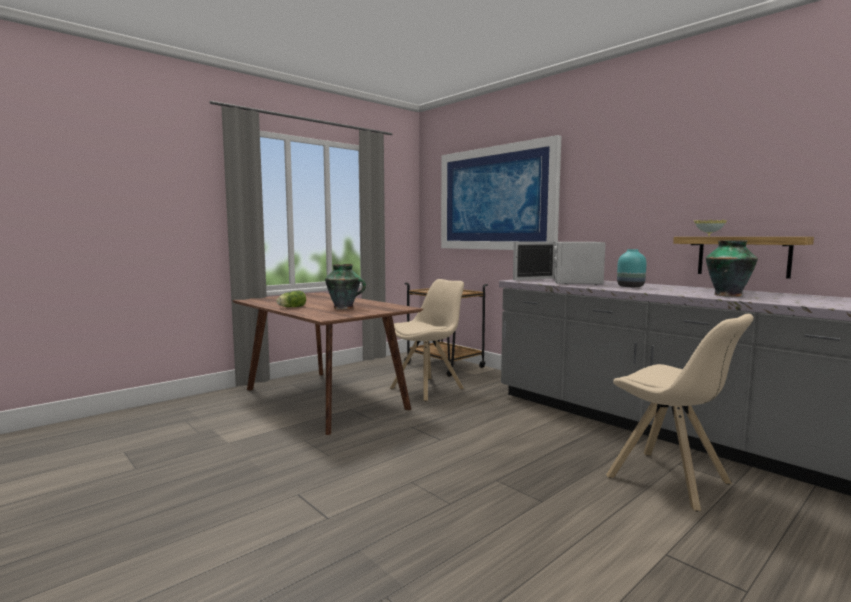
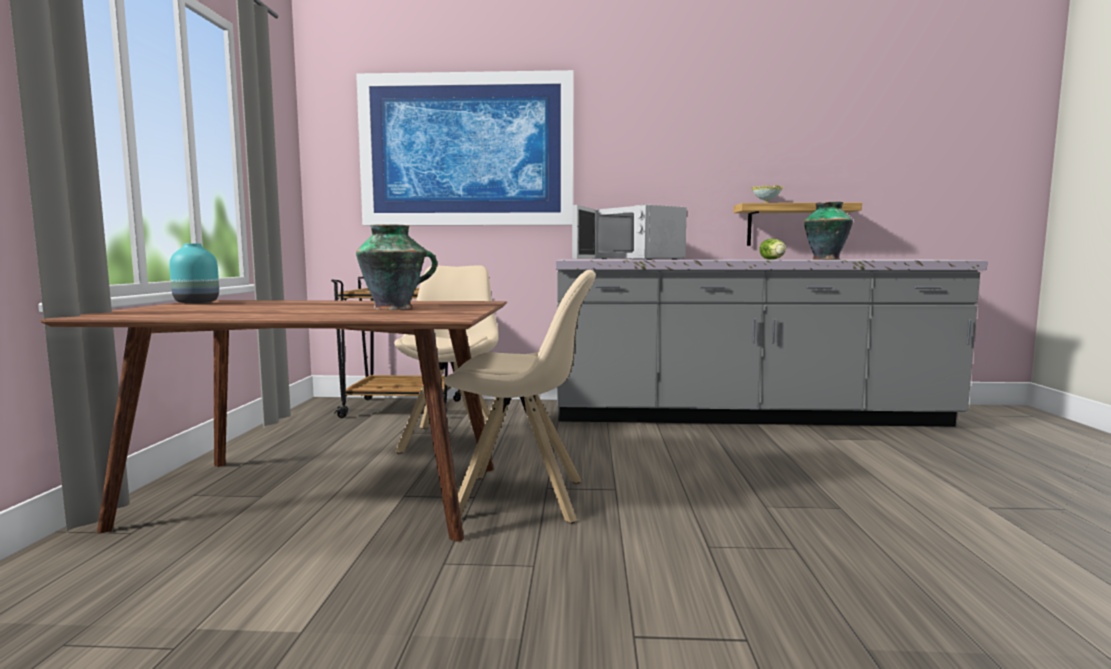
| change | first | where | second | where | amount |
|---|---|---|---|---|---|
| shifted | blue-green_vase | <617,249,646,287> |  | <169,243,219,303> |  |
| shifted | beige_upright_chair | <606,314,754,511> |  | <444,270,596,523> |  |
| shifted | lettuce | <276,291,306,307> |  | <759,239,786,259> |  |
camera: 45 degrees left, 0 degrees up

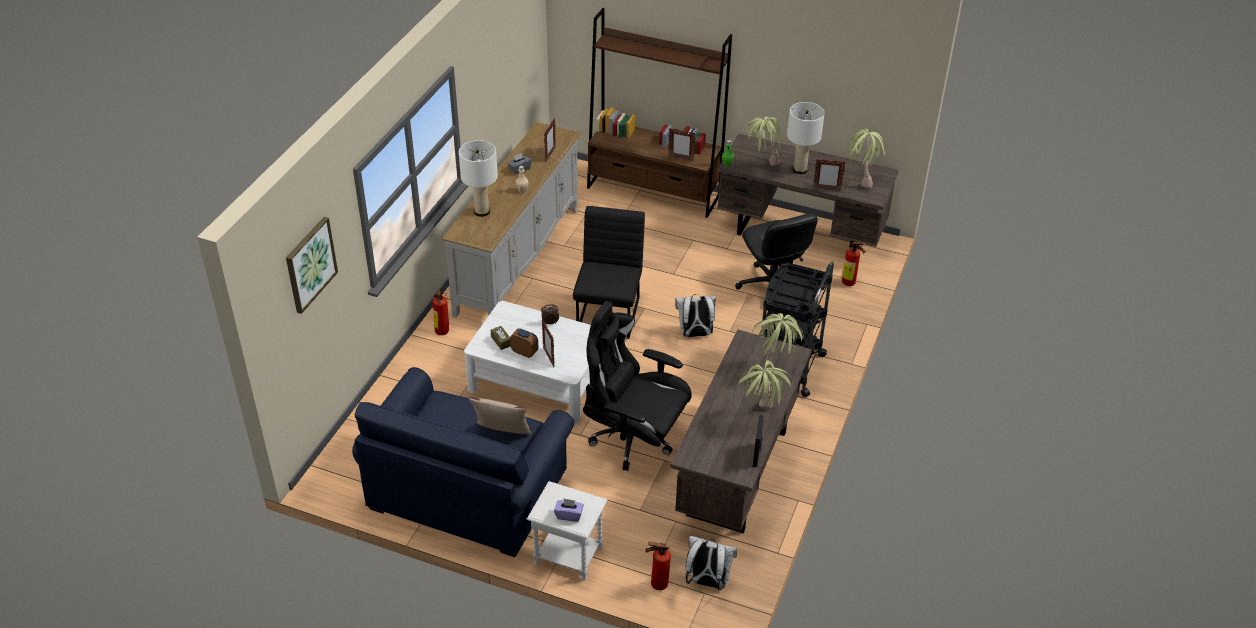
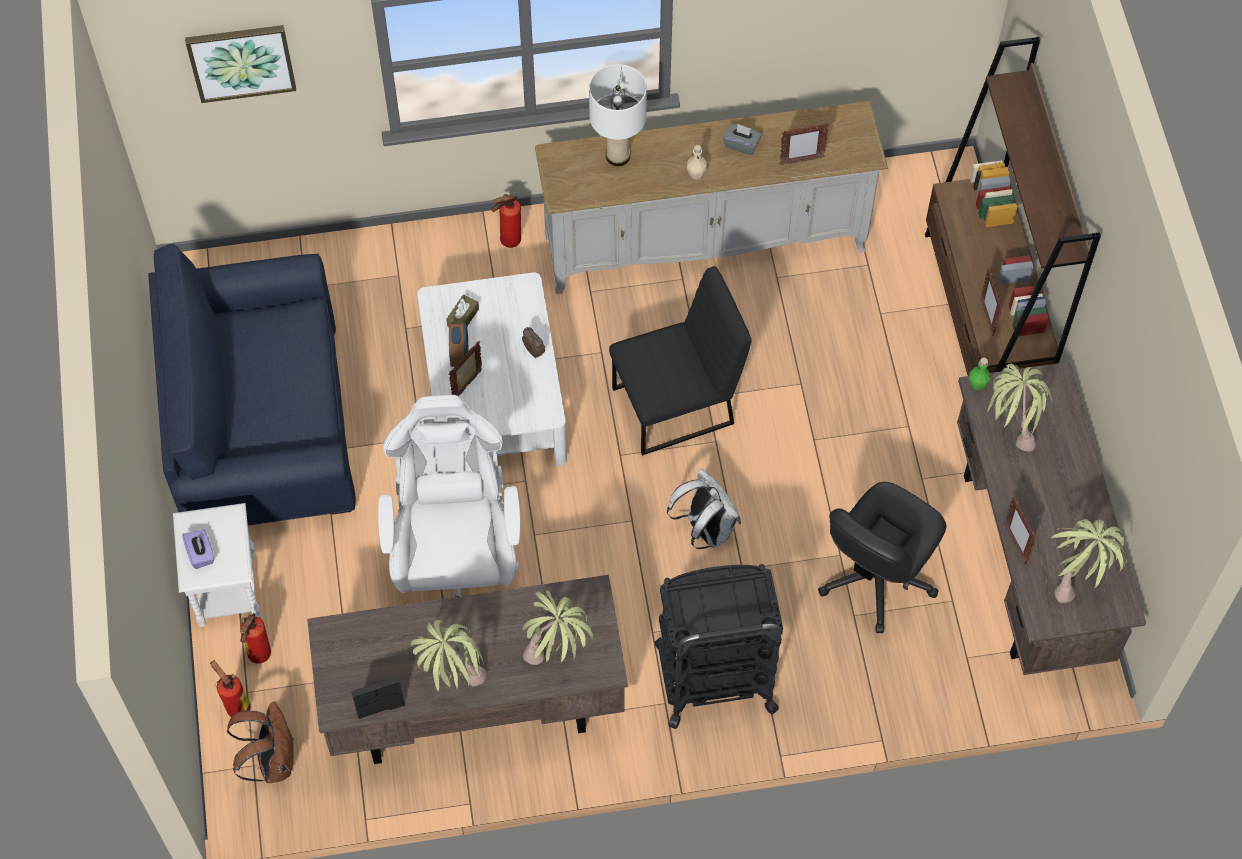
| change | first | where | second | where | amount |
|---|---|---|---|---|---|
| repainted | white-coloured_knapsack | <686,536,737,590> | brown_knapsack | <227,701,294,783> |  |
| shifted | fire-fighting_cylinder | <842,242,866,286> |  | <240,613,271,664> |  |
| repainted | black_computer_chair | <583,301,692,471> | white-coloured_computer_chair | <378,395,520,597> |  |
| gone | beige_pillow | <469,397,532,434> |  |  |  |
| gone | white-coloured_tabletop_lamp | <787,102,825,174> |  |  |  |
camera: 60 degrees right, 20 degrees up

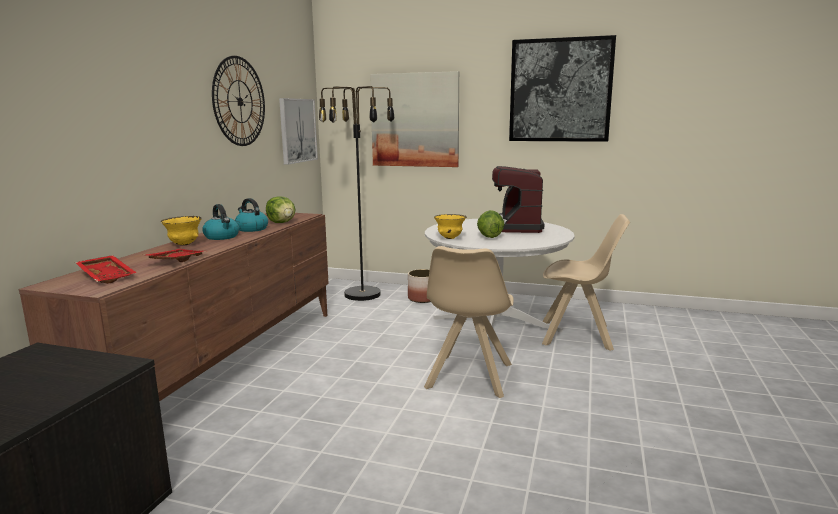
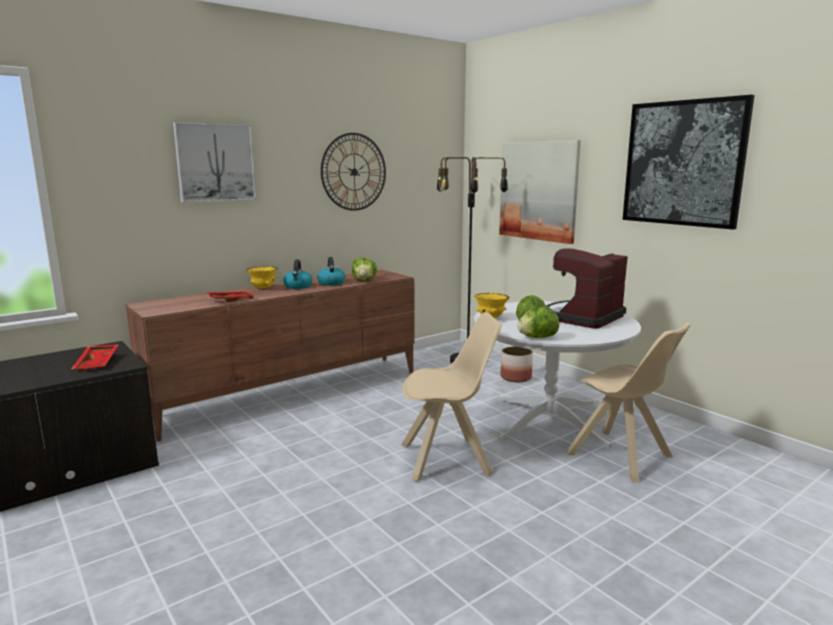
| change | first | where | second | where | amount |
|---|---|---|---|---|---|
| shifted | red_serving_tray | <75,255,137,284> |  | <72,344,119,371> |  |
| shifted | picture | <279,98,318,165> |  | <173,122,256,203> |  |
| rotated | beige_upright_chair | <424,246,514,398> |  | <401,312,502,482> | 150 degrees counterclockwise |
| new |  |  | lettuce | <517,306,559,338> |  |
camera: 35 degrees right, 0 degrees up

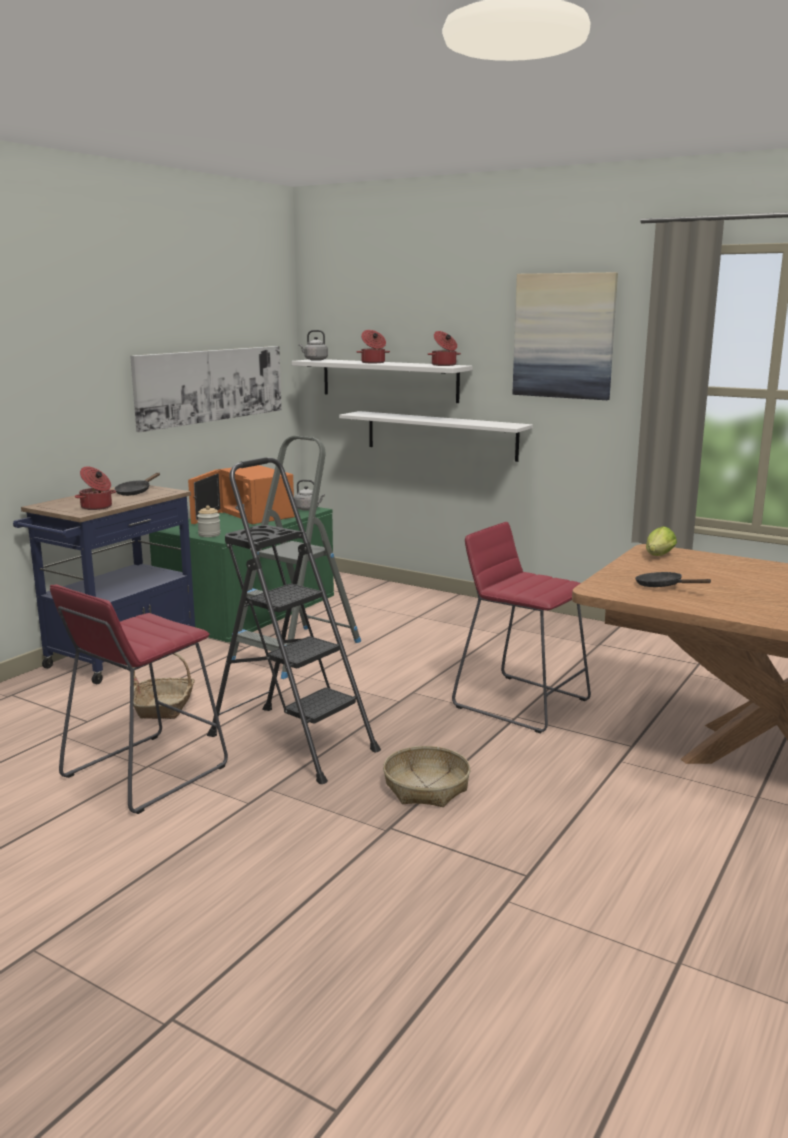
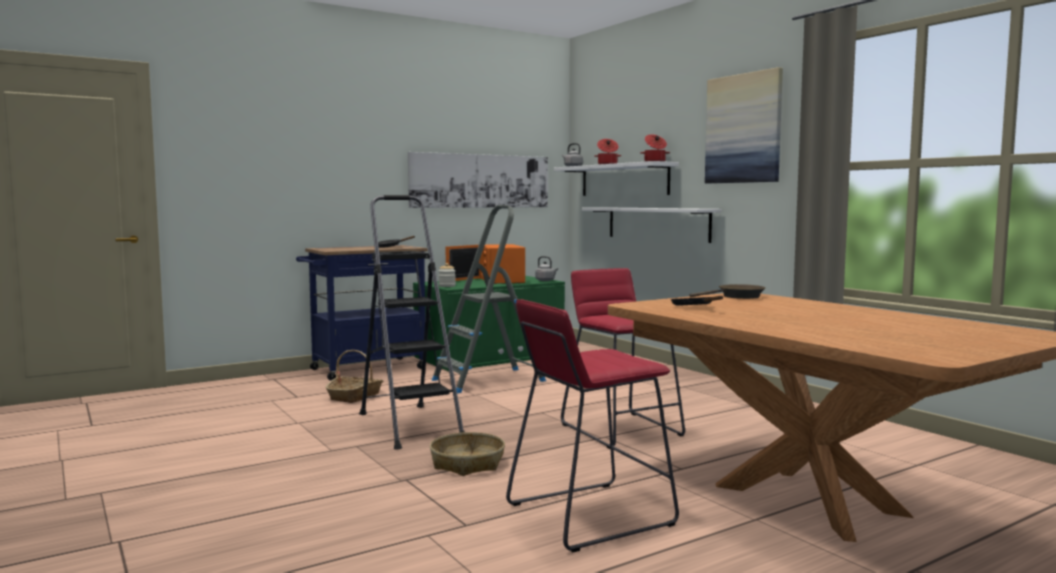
| change | first | where | second | where | amount |
|---|---|---|---|---|---|
| shifted | red_sitting_stool | <50,584,228,814> |  | <506,299,679,552> |  |
| swapped | lettuce | <646,526,677,556> | brown_pan | <690,284,765,299> |  |
| gone | cooking_pot | <74,466,116,510> |  |  |  |
camera: 25 degrees right, 10 degrees down

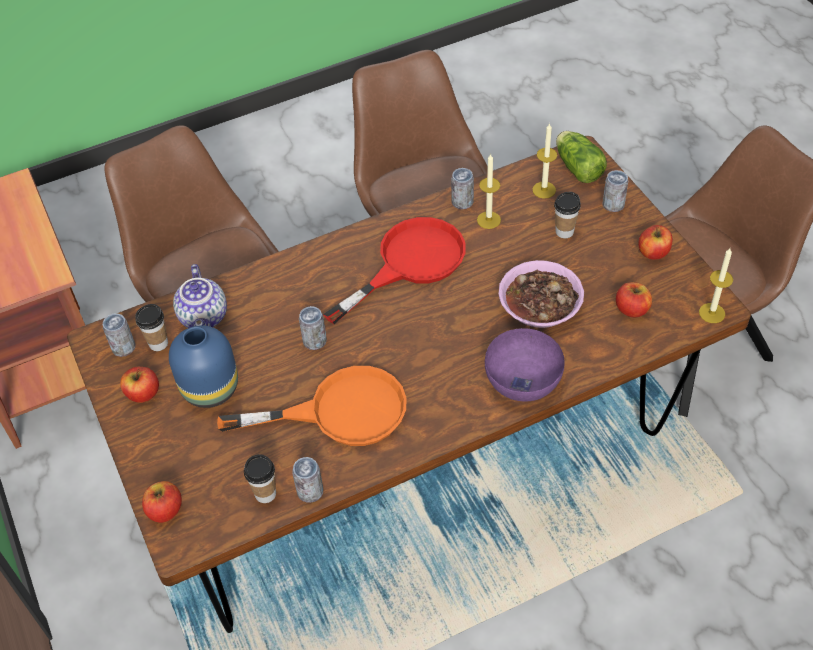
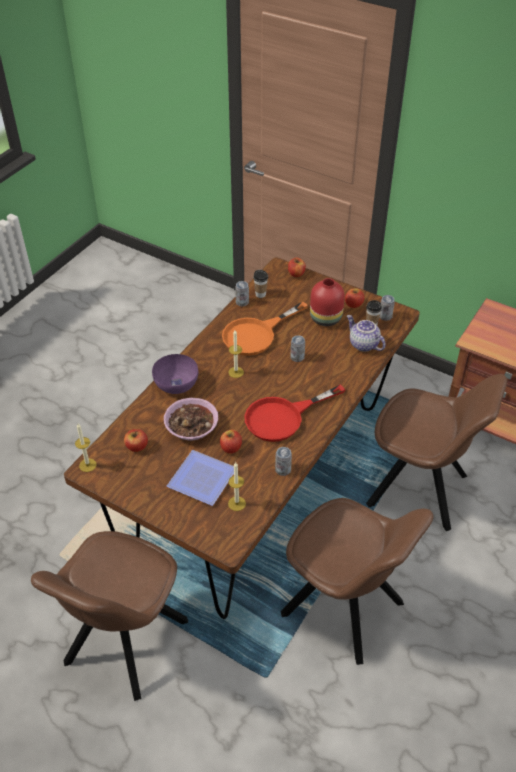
| change | first | where | second | where | amount |
|---|---|---|---|---|---|
| swapped | cup | <554,192,581,238> | plate | <167,450,234,506> |  |
| shifted | whole_apple | <638,225,672,260> |  | <220,430,242,454> |  |
| shifted | candle | <477,154,501,229> |  | <228,331,244,378> |  |
| rotated | red_pan | <323,217,466,324> |  | <244,384,345,442> | 45 degrees clockwise |
| repainted | blue-coloured_vase | <169,326,238,408> | red_vase | <310,278,345,326> |  |
| gone | lettuce | <556,131,607,183> |  |  |  |
| gone | sealed_can | <602,170,628,212> |  |  |  |
camera: 145 degrees right, 5 degrees down

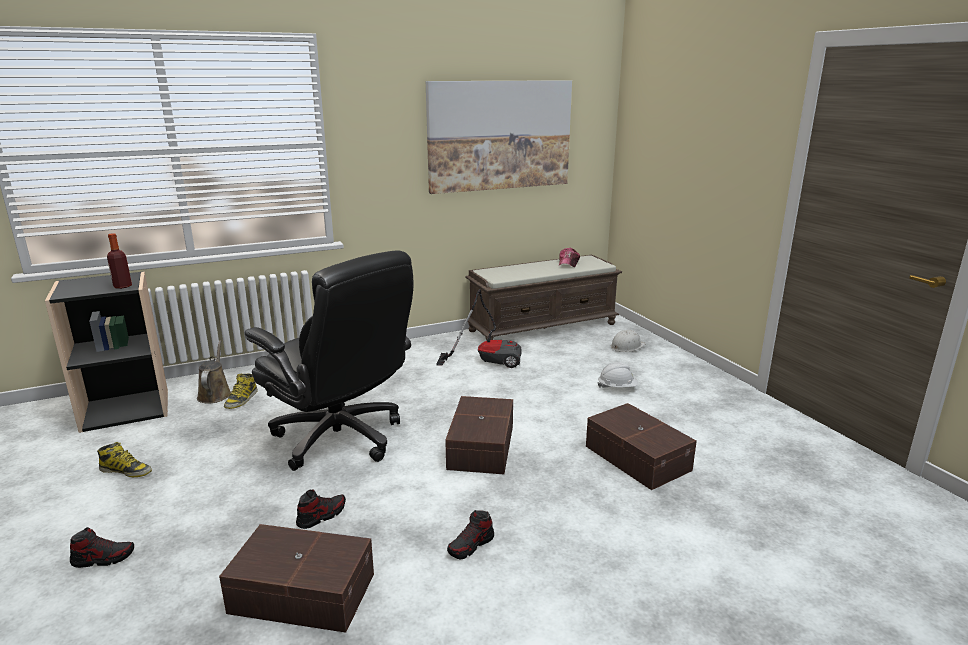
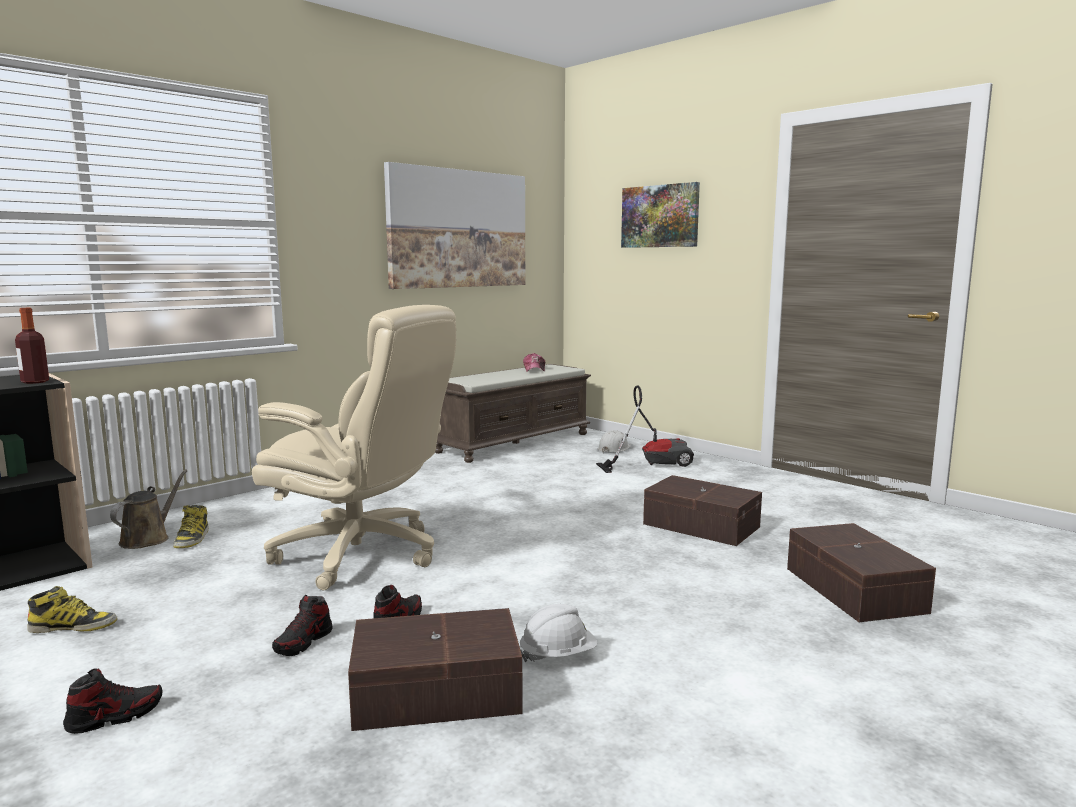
| change | first | where | second | where | amount |
|---|---|---|---|---|---|
| rotated | brown_watering_pot | <197,340,231,404> |  | <110,470,187,549> | 45 degrees clockwise |
| repainted | black_computer_chair | <245,251,413,471> | beige_computer_chair | <252,305,456,590> |  |
| shifted | shoe | <447,510,494,559> |  | <272,595,333,656> |  |
| shifted | white-coloured_hard_hat | <597,362,638,388> |  | <520,604,597,662> |  |
| shifted | vacuum_cleaner | <436,289,522,368> |  | <596,385,694,473> |  |
| new |  |  | picture | <621,182,700,248> |  |
| shifted | brown_storage_bin | <445,396,513,474> |  | <787,523,936,622> |  |
camera: 20 degrees left, 10 degrees down

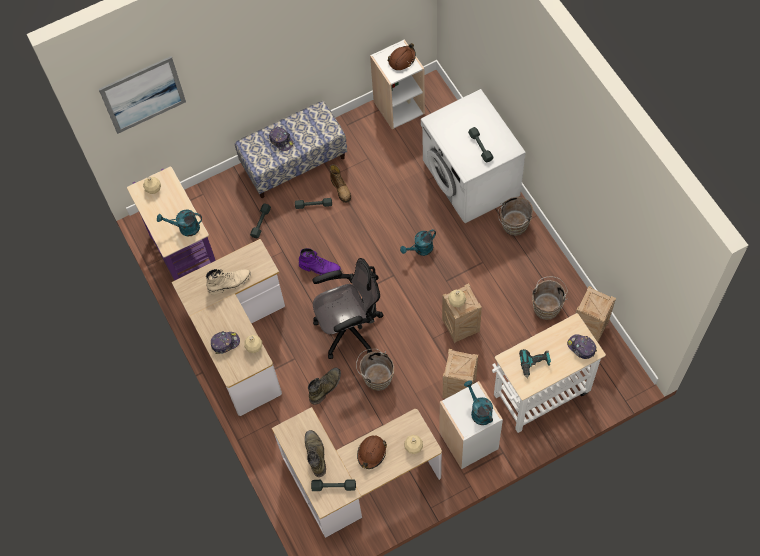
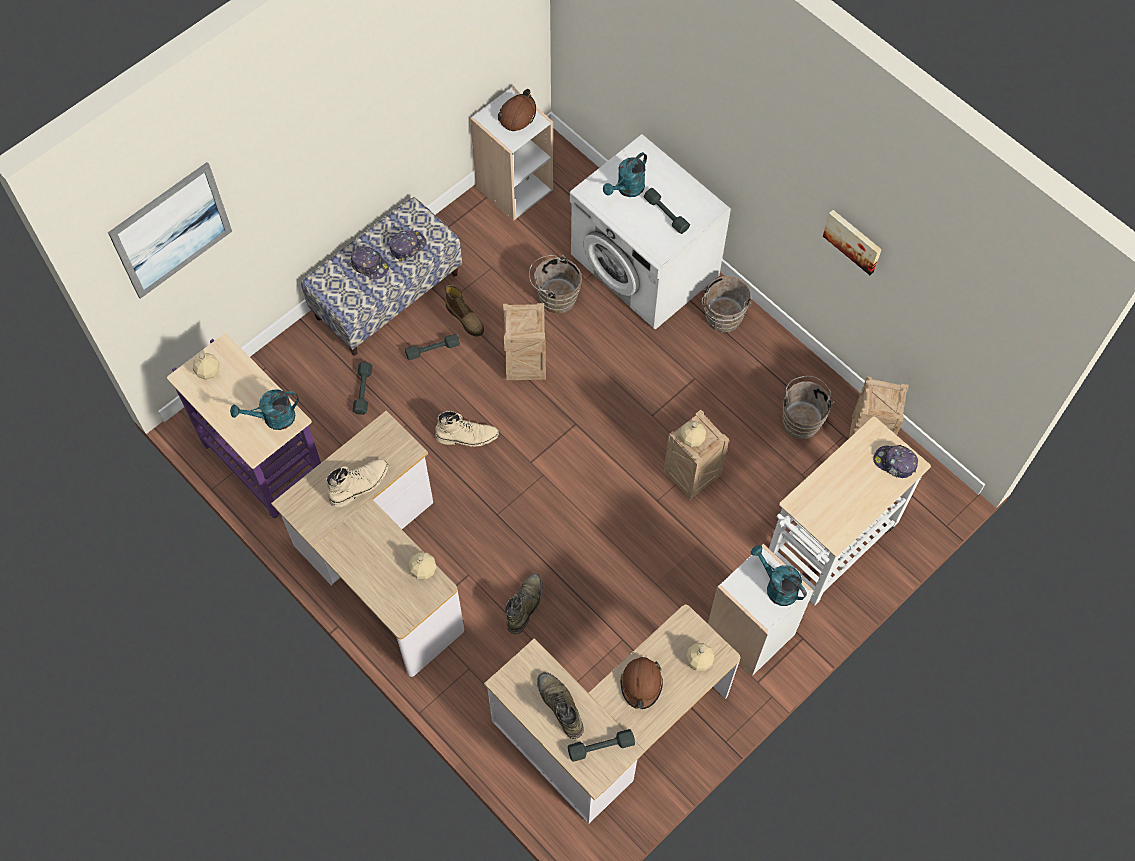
| change | first | where | second | where | amount |
|---|---|---|---|---|---|
| shifted | baseball_cap | <211,331,240,354> |  | <390,230,427,262> |  |
| repainted | purple_high-top_boot | <299,248,341,275> | beige_high-top_boot | <435,411,499,447> |  |
| shifted | shipping_crate | <443,349,478,399> |  | <503,303,546,380> |  |
| shifted | brown_pail | <356,349,394,391> |  | <529,255,582,314> |  |
| shifted | blue-green_watering_pot | <400,229,436,256> |  | <603,152,647,197> |  |
| new |  |  | picture | <823,210,882,275> |  |
| gone | computer_chair | <313,258,383,359> |  |  |  |
| gone | electric_drill | <519,349,551,379> |  |  |  |
camera: 20 degrees left, 0 degrees up

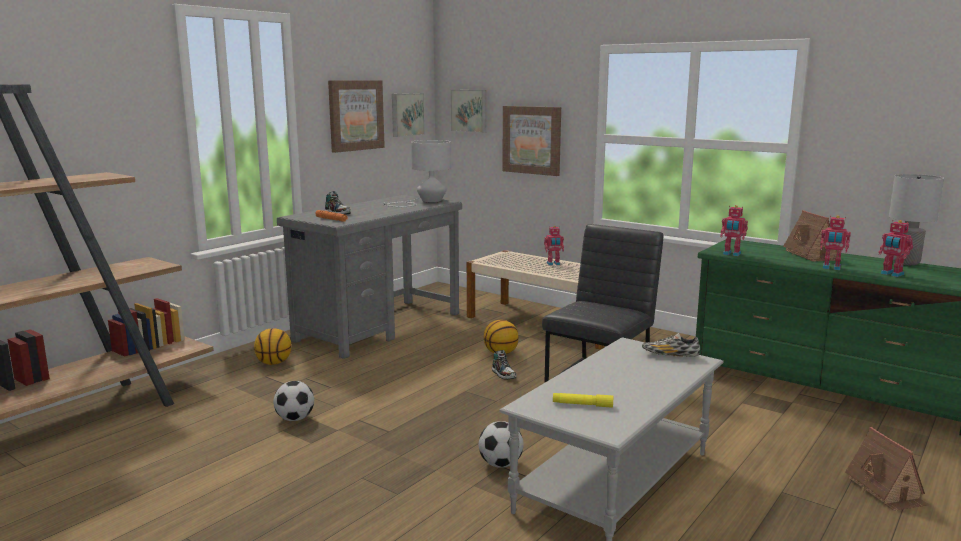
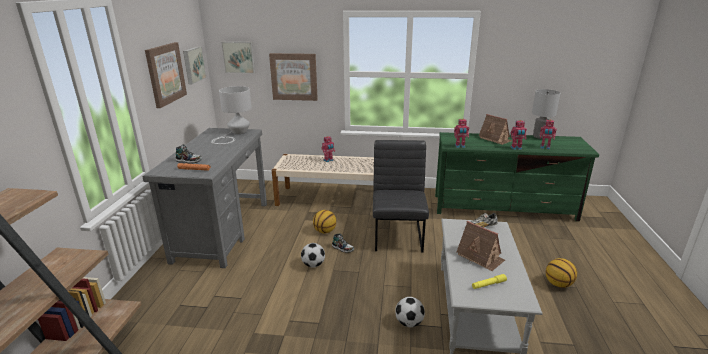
| change | first | where | second | where | amount |
|---|---|---|---|---|---|
| shifted | ball_for_football | <273,381,314,421> |  | <301,243,325,268> |  |
| shifted | toy_house | <845,427,930,511> |  | <456,221,505,271> |  |
| shifted | ball_for_basketball | <254,328,291,365> |  | <546,258,577,288> |  |
camera: 30 degrees left, 10 degrees up

